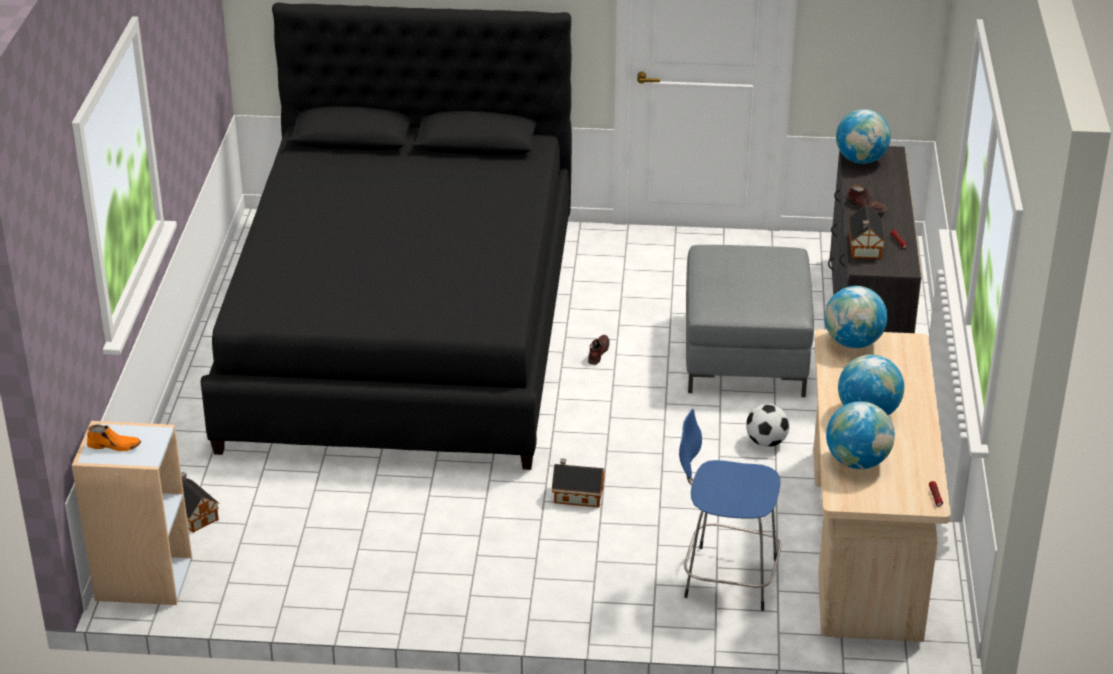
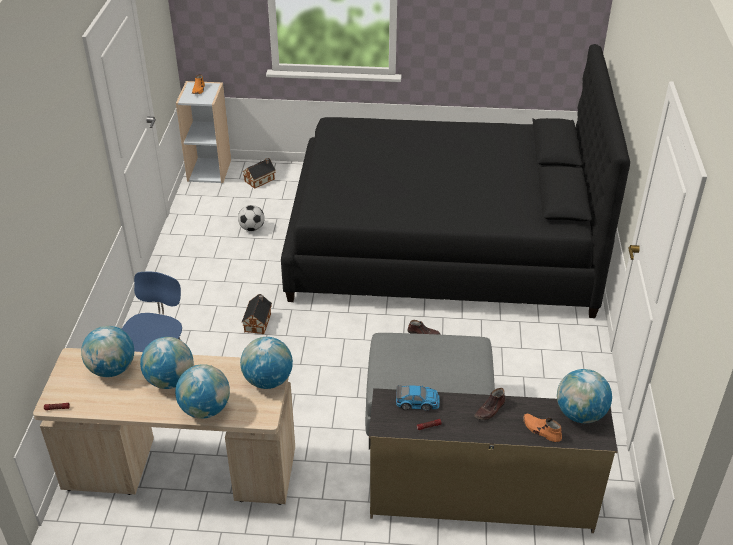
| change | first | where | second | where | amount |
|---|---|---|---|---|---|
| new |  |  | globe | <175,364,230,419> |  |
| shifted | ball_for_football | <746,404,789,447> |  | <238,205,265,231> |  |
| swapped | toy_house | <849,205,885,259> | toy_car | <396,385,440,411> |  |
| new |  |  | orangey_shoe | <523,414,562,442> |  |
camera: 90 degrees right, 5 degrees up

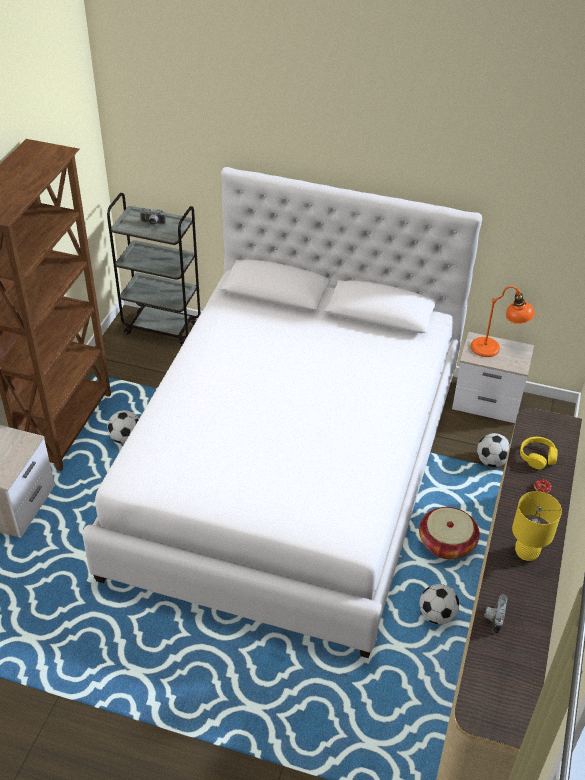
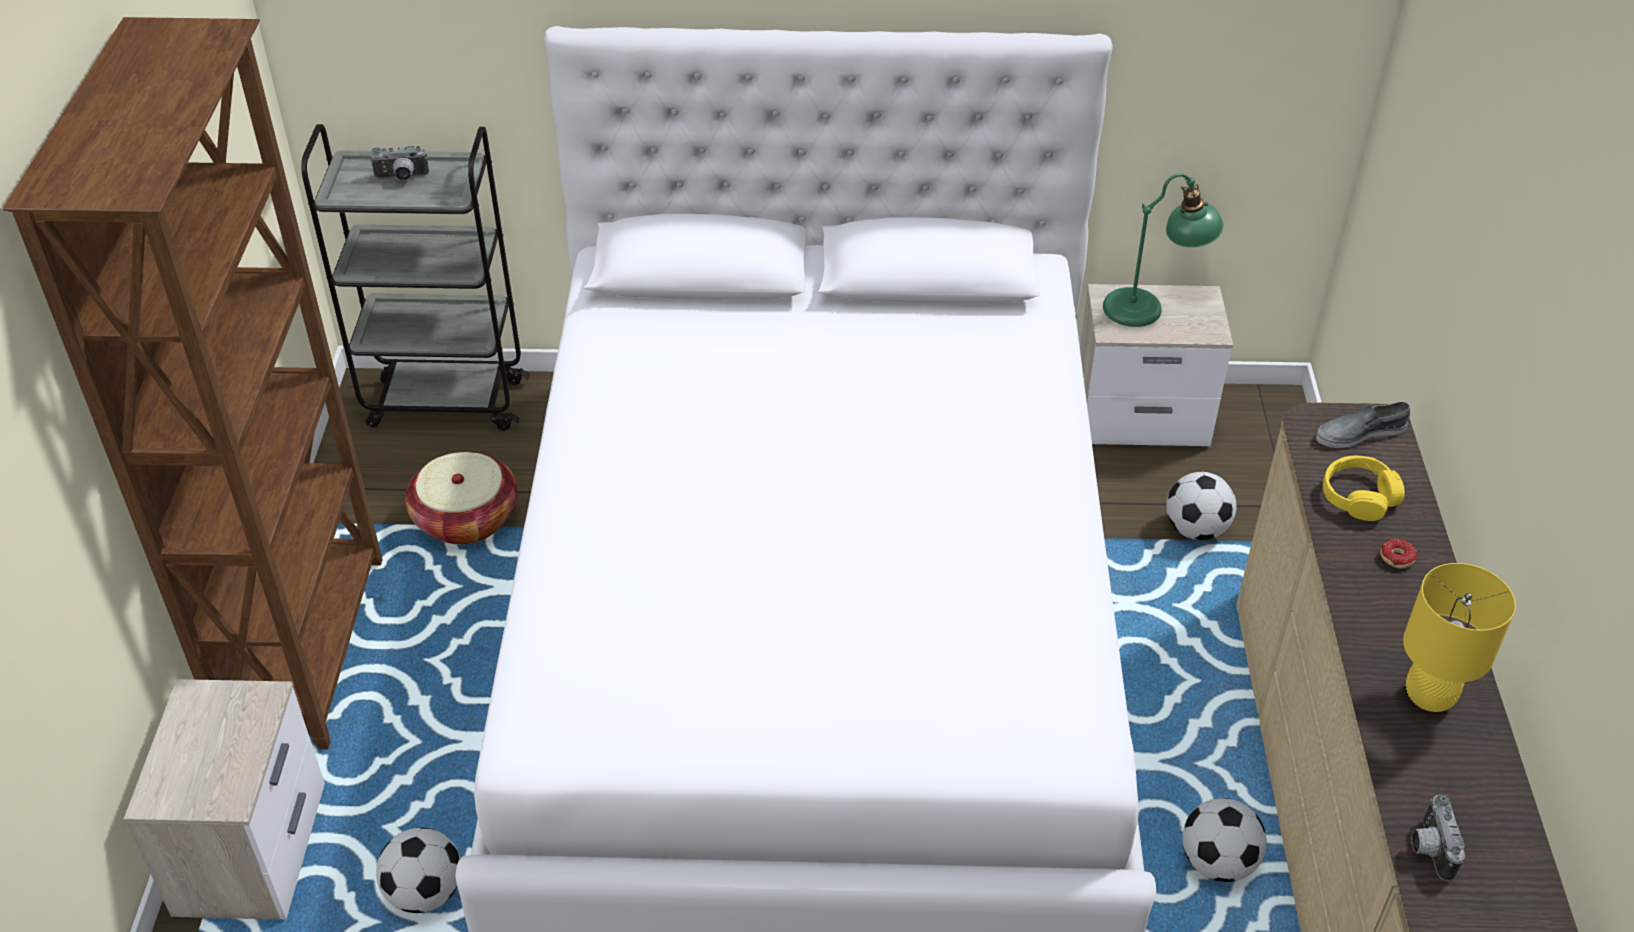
| change | first | where | second | where | amount |
|---|---|---|---|---|---|
| shifted | ball_for_football | <107,410,139,444> |  | <376,828,461,913> |  |
| shifted | storage_basket | <419,507,480,559> |  | <405,452,518,545> |  |
| repainted | orangey_tabletop_lamp | <471,286,535,357> | greenish_tabletop_lamp | <1103,173,1224,327> |  |
| new |  |  | gray_shoe | <1316,401,1410,448> |  |
camera: 15 degrees left, 0 degrees up

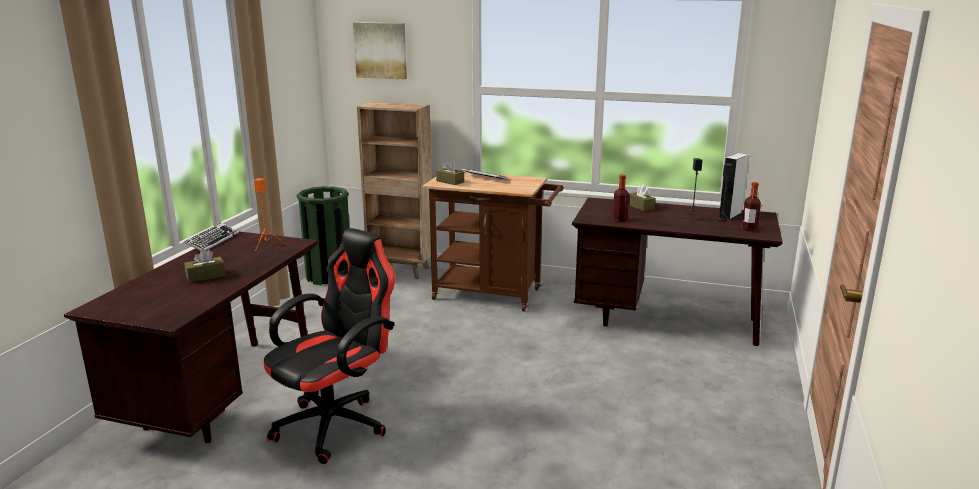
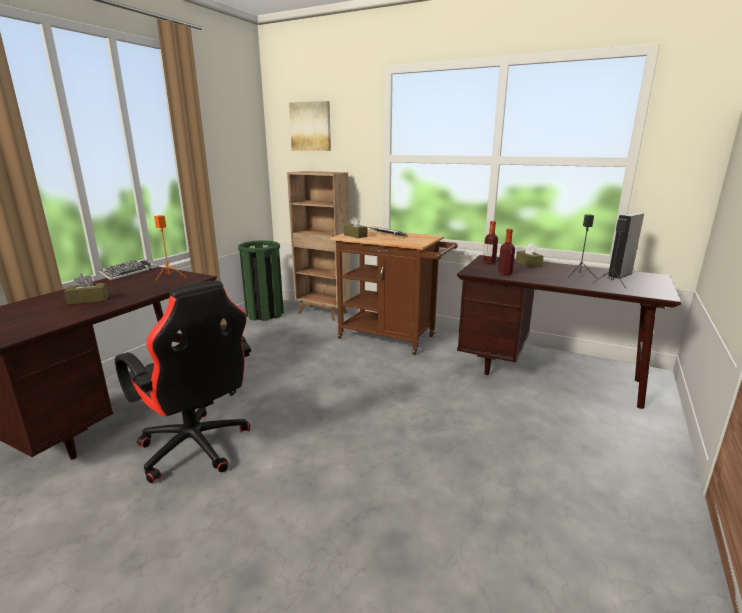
| change | first | where | second | where | amount |
|---|---|---|---|---|---|
| rotated | black_computer_chair | <263,228,395,464> |  | <115,281,251,483> | 90 degrees clockwise |
| shifted | bottle | <742,182,761,231> |  | <483,221,498,264> |  |
camera: 10 degrees right, 0 degrees up

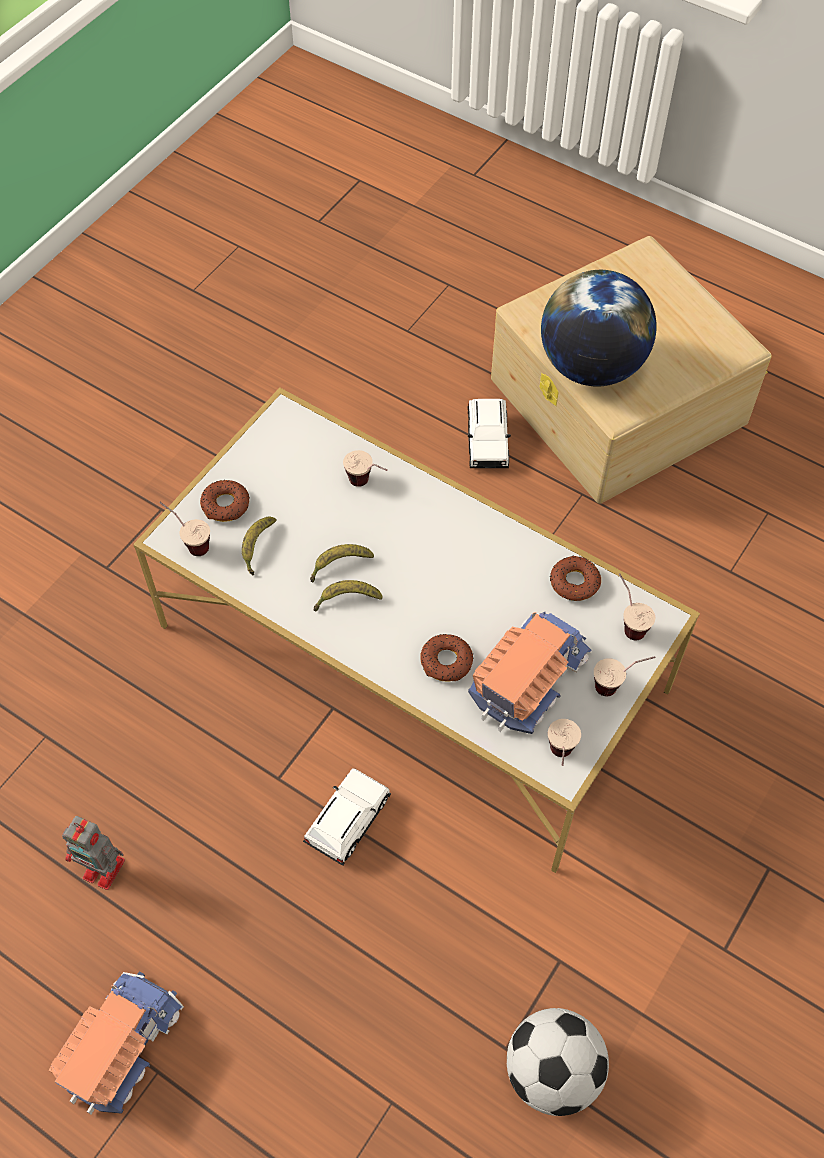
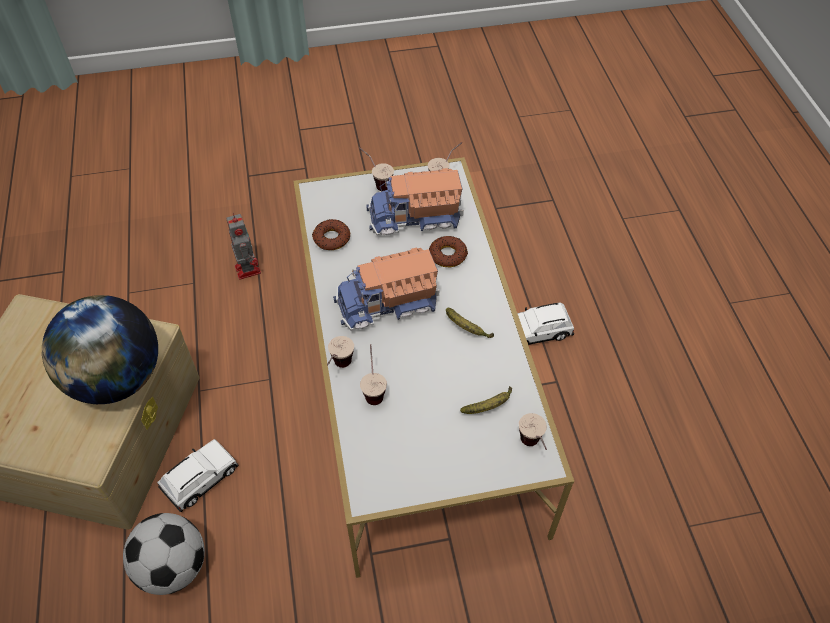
| change | first | where | second | where | amount |
|---|---|---|---|---|---|
| shifted | ball_for_football | <507,1008,609,1116> |  | <123,513,205,595> |  |
| shifted | robot_figure | <62,816,125,890> |  | <226,213,261,280> |  |
| shifted | cup | <619,573,655,640> |  | <327,336,354,368> |  |
| shifted | toy_lorry | <49,971,184,1115> |  | <333,247,439,330> |  |
| gone | ring_doughnut | <200,480,250,522> |  |  |  |
| gone | whole_banana | <310,544,374,582> |  |  |  |
camera: 135 degrees left, 5 degrees down

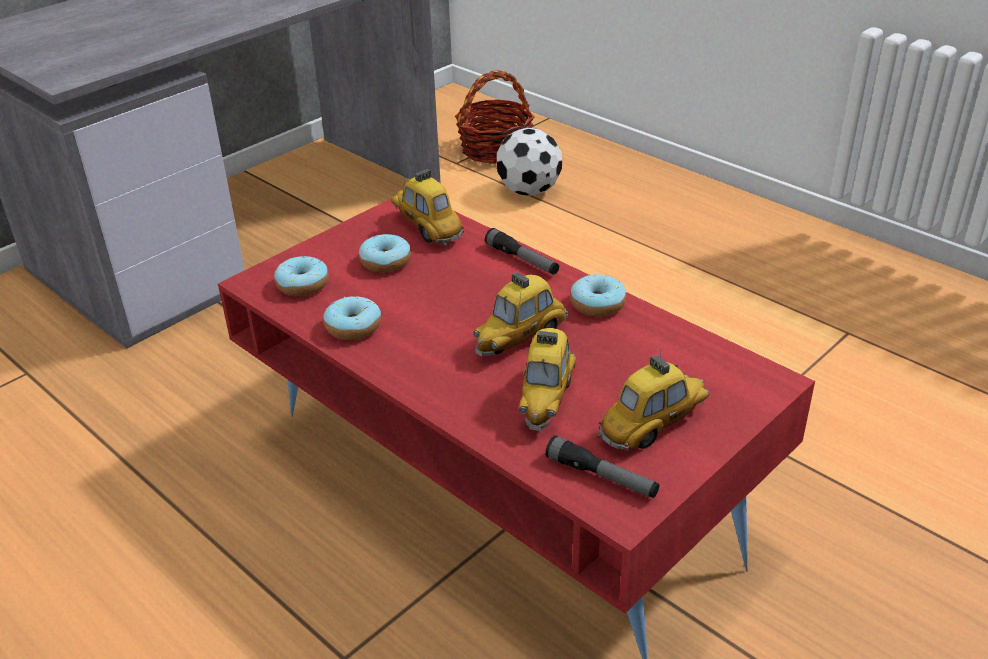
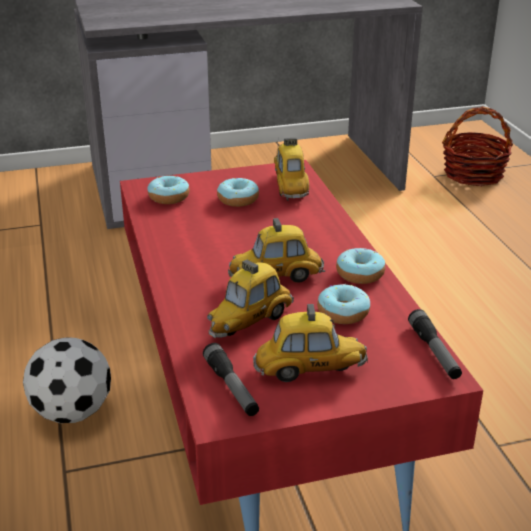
| change | first | where | second | where | amount |
|---|---|---|---|---|---|
| shifted | ball_for_football | <497,128,562,196> |  | <23,337,111,423> |  |
| shifted | ring_doughnut | <323,296,381,340> |  | <317,284,370,324> |  |
| shifted | torch | <485,228,559,275> |  | <408,309,462,379> |  |
camera: 30 degrees right, 5 degrees down

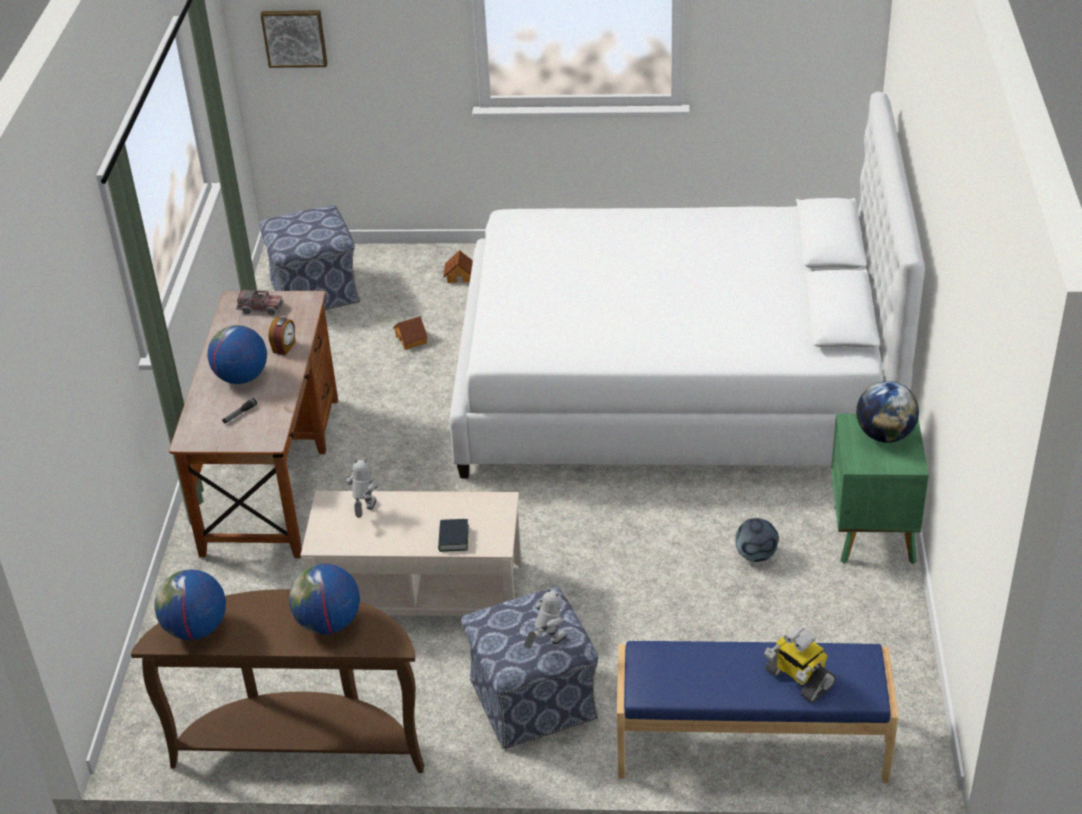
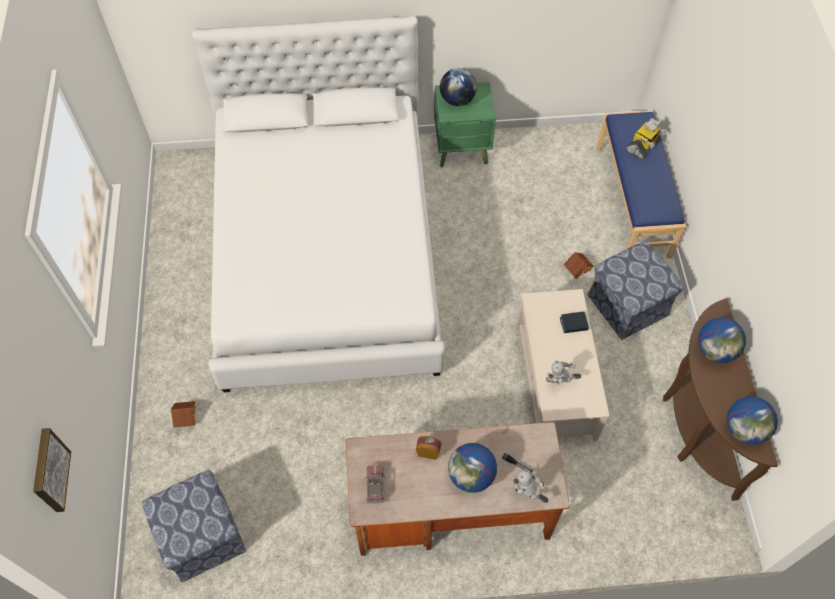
| change | first | where | second | where | amount |
|---|---|---|---|---|---|
| shifted | robot_figure | <524,587,567,648> |  | <513,469,548,503> |  |
| shifted | toy_house | <393,316,428,350> |  | <564,252,594,279> |  |
| gone | ball_for_football | <735,518,779,562> |  |  |  |
camera: 100 degrees left, 20 degrees up

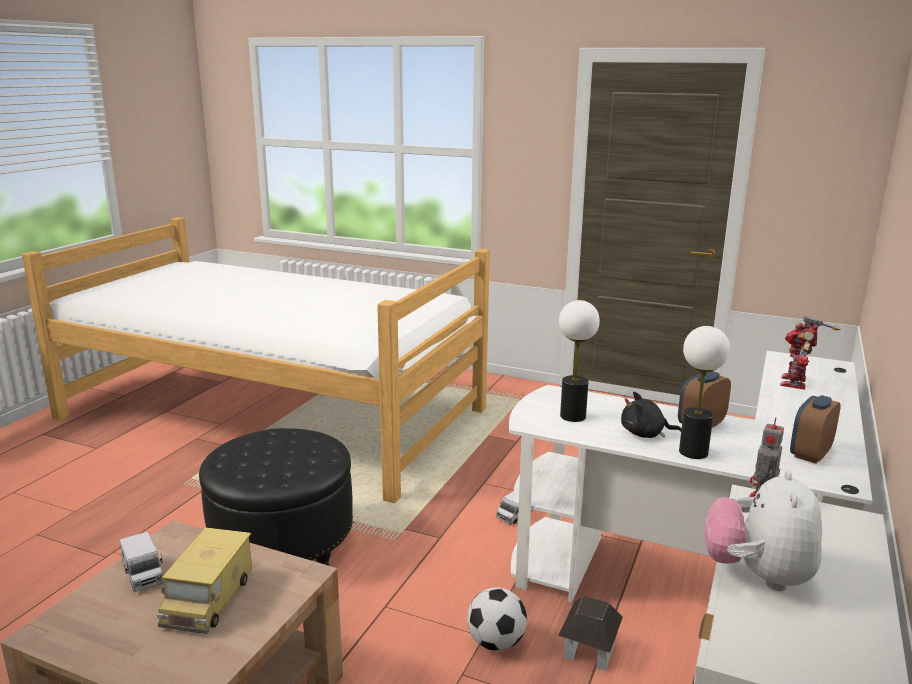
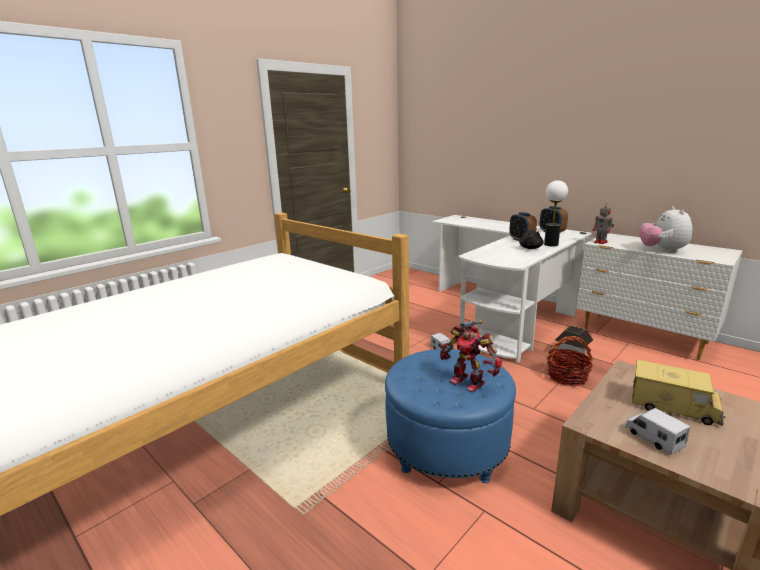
| change | first | where | second | where | amount |
|---|---|---|---|---|---|
| repainted | black_footrest | <199,428,353,566> | blue-coloured_footrest | <385,349,516,483> |  |
| shifted | robot_figure | <780,316,841,390> |  | <440,320,502,392> |  |
| swapped | ball_for_football | <467,587,527,651> | storage_basket | <547,336,593,386> |  |
| rotated | toy_lorry | <120,532,164,592> |  | <625,408,690,455> | 105 degrees counterclockwise |
| rotated | plush_toy | <705,470,822,591> |  | <639,207,693,253> | 60 degrees clockwise |
| gone | tabletop_lamp | <559,300,600,422> |  |  |  |
camera: 70 degrees left, 0 degrees up

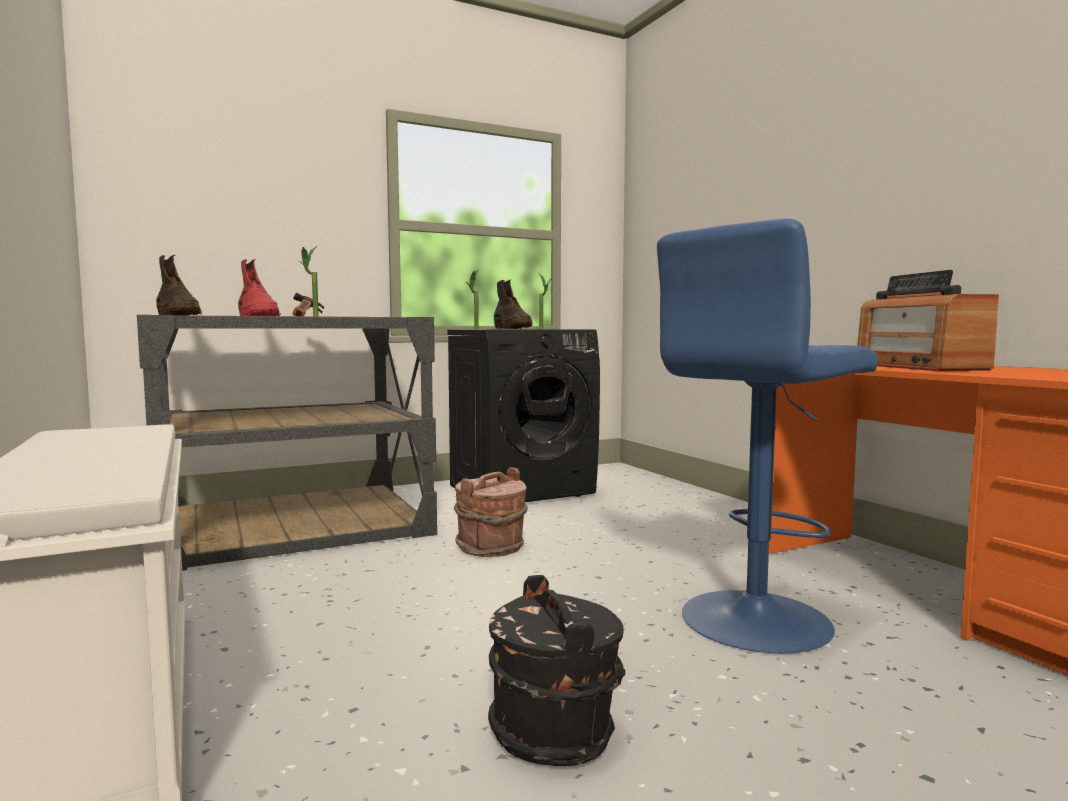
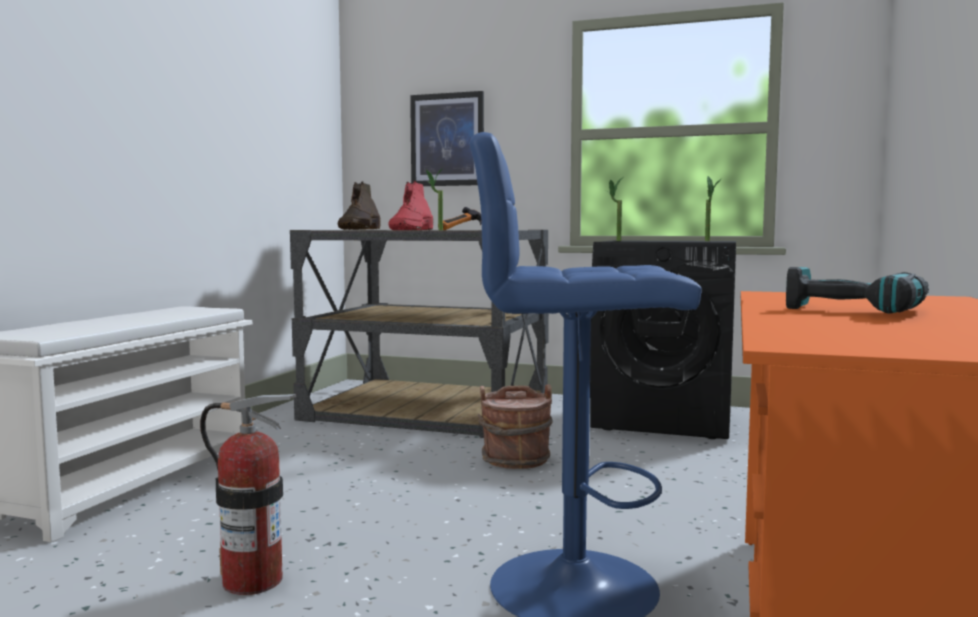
| change | first | where | second | where | amount |
|---|---|---|---|---|---|
| swapped | black_pail | <488,575,625,766> | fire-fighting_cylinder | <200,394,297,595> |  |
| new |  |  | picture | <410,91,484,186> |  |
| swapped | radio | <857,270,999,371> | electric_drill | <786,267,929,314> |  |
| gone | brown_high-top_boot | <494,280,532,329> |  |  |  |
camera: 45 degrees right, 0 degrees up

